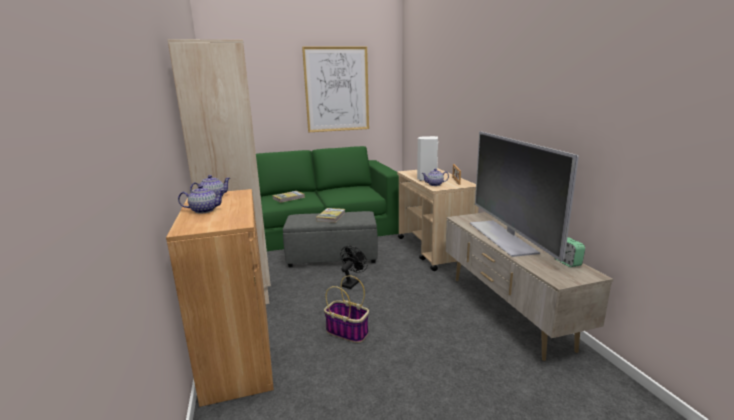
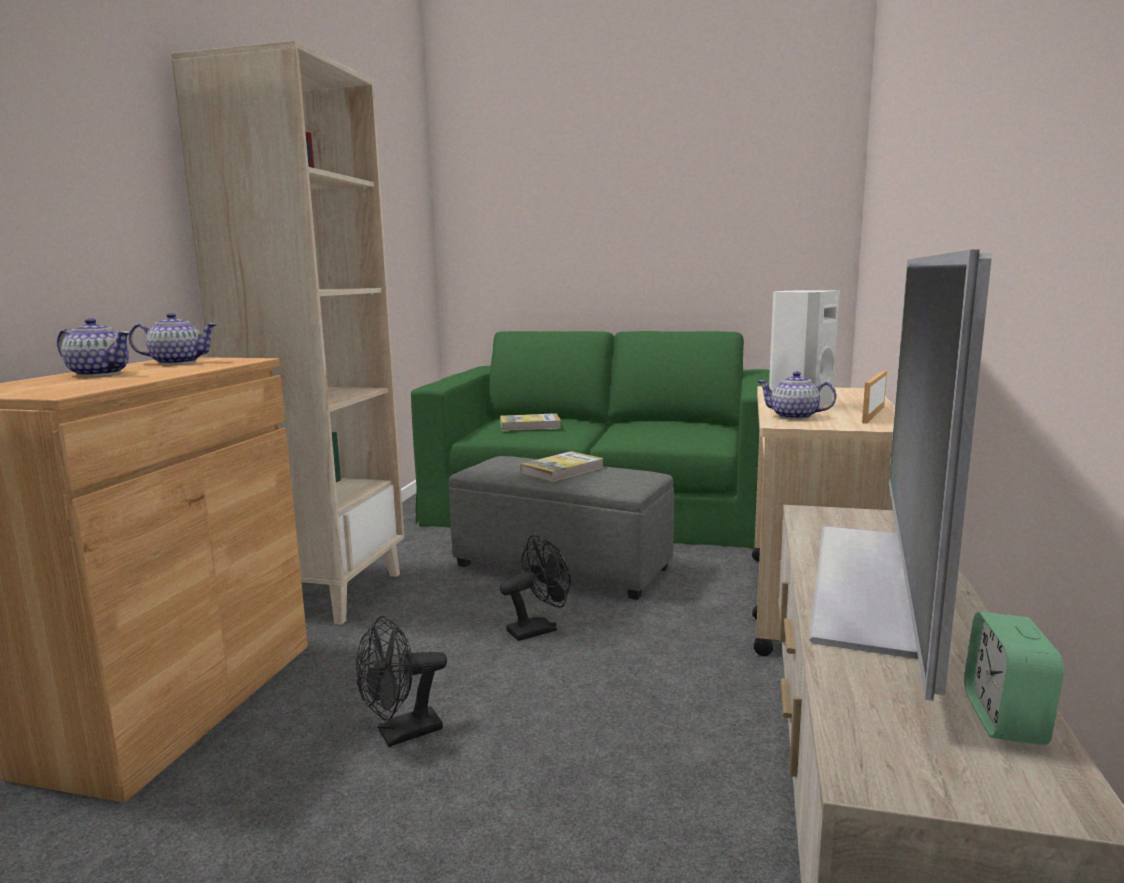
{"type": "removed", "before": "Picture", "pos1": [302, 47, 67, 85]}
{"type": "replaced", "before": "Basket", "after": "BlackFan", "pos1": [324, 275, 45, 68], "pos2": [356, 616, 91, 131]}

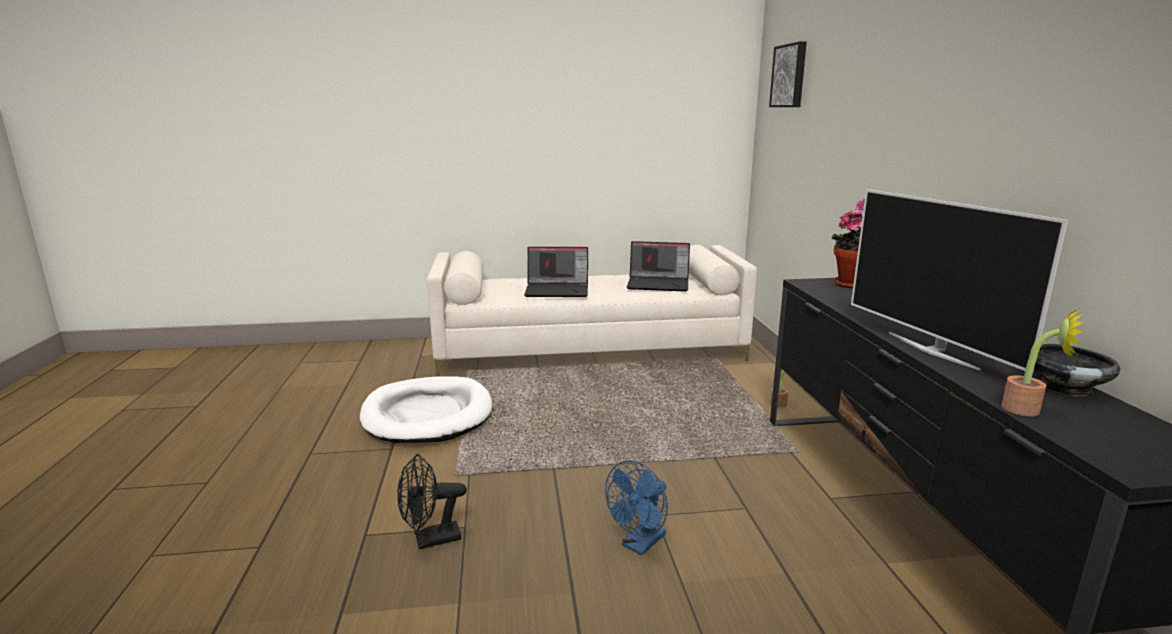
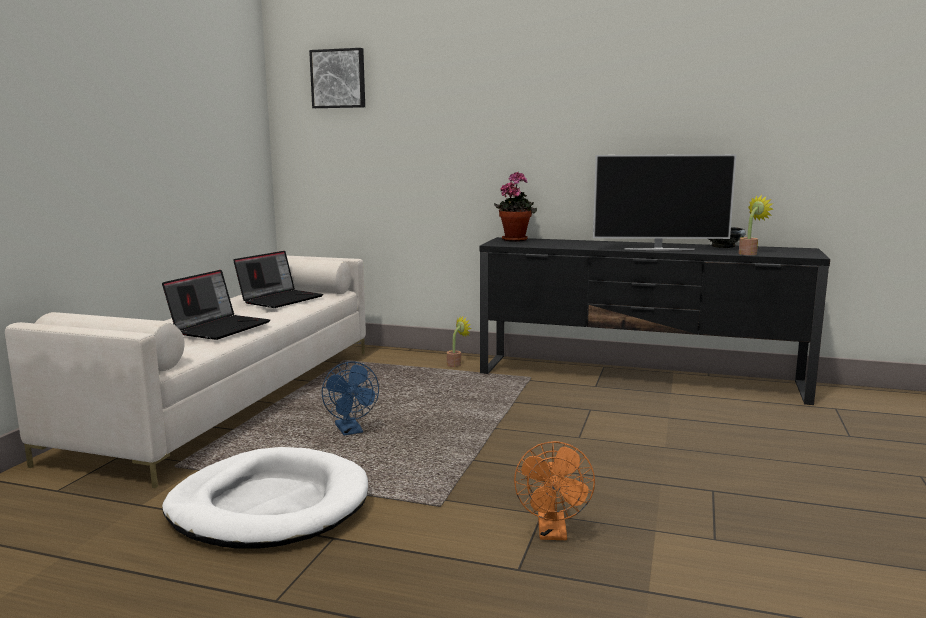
{"type": "moved", "before": "BlueFan", "pos1": [605, 460, 63, 95], "pos2": [322, 362, 57, 74]}
{"type": "recoloured", "before": "BlackFan", "after": "OrangeFan", "pos1": [397, 454, 70, 95], "pos2": [514, 441, 81, 99]}

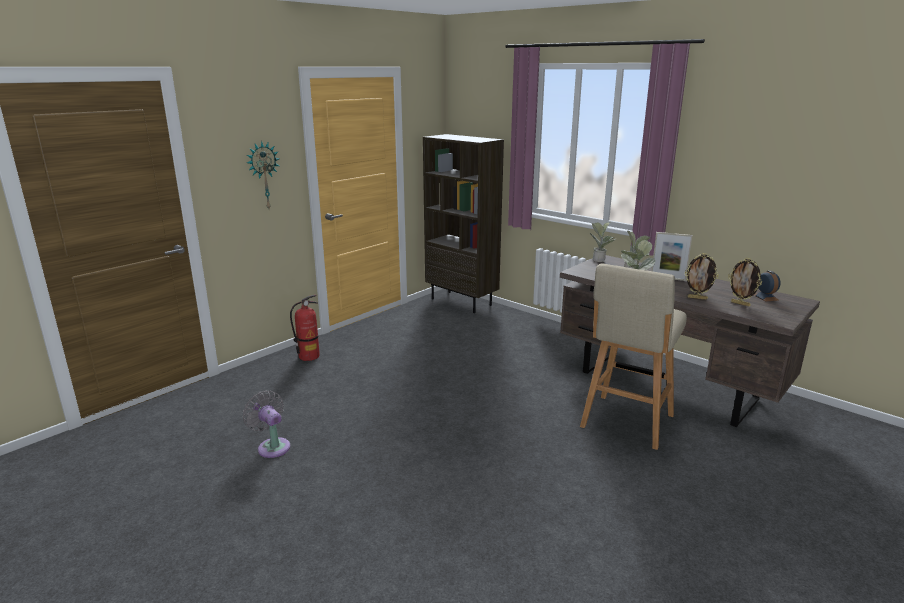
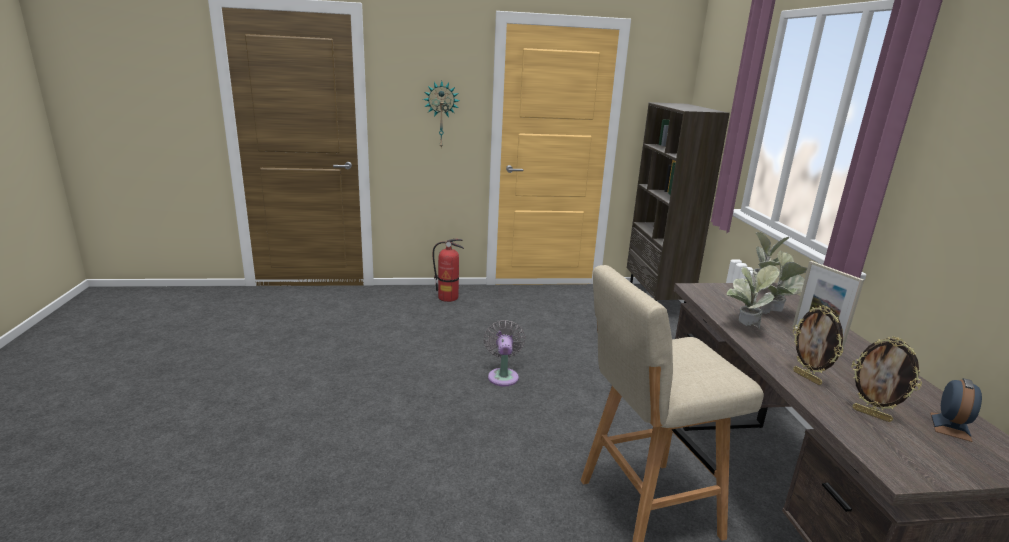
{"type": "moved", "before": "GreyFan", "pos1": [243, 390, 48, 68], "pos2": [484, 320, 42, 66]}
{"type": "turned", "before": "PictureFrame", "pos1": [728, 258, 34, 49], "pos2": [851, 337, 71, 85], "turn": -45}

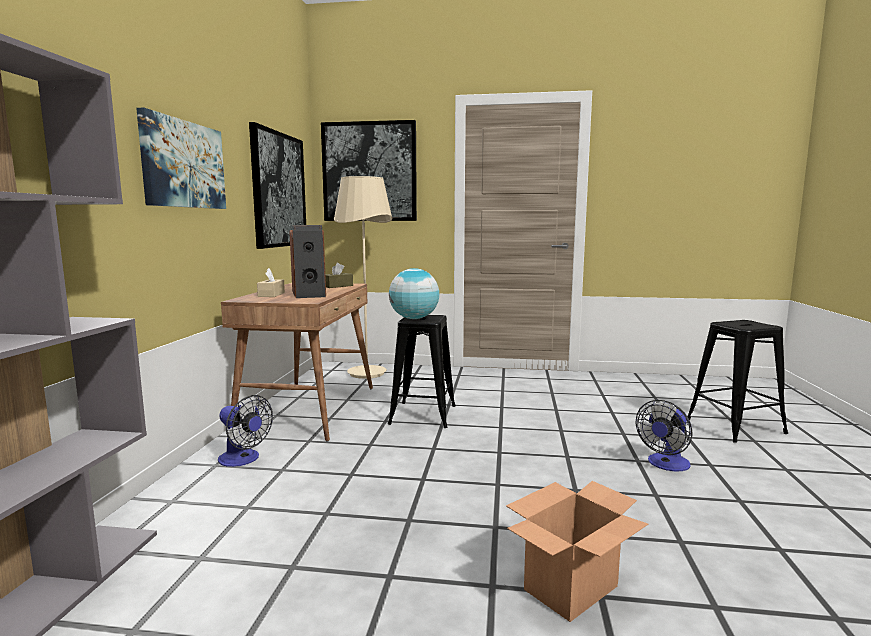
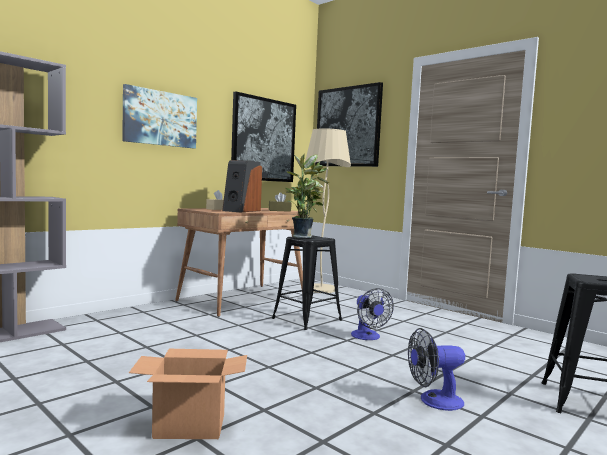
{"type": "moved", "before": "Fan", "pos1": [218, 395, 55, 72], "pos2": [351, 288, 43, 52]}
{"type": "replaced", "before": "Globe", "after": "PottedPlant", "pos1": [389, 268, 50, 51], "pos2": [285, 154, 45, 84]}

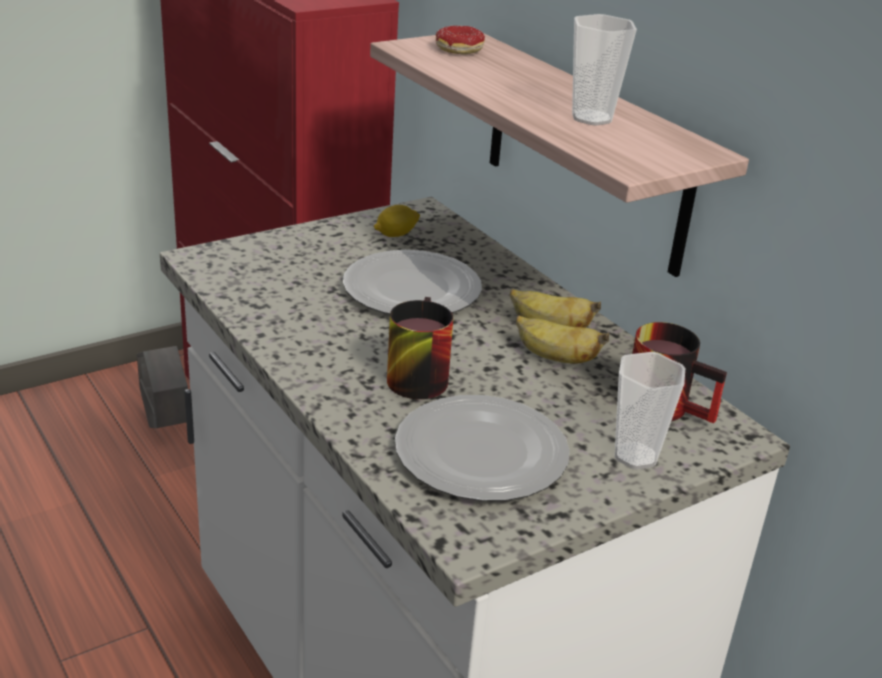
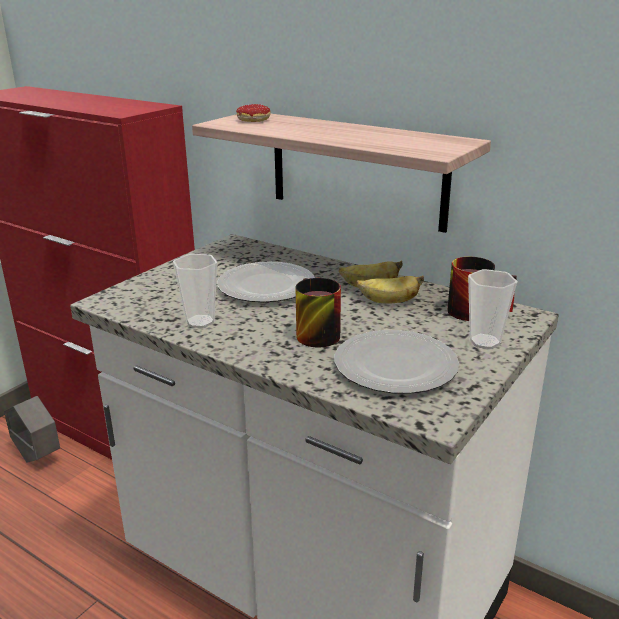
{"type": "removed", "before": "Lemon", "pos1": [374, 205, 46, 32]}
{"type": "moved", "before": "Cup", "pos1": [572, 14, 65, 111], "pos2": [173, 254, 44, 74]}

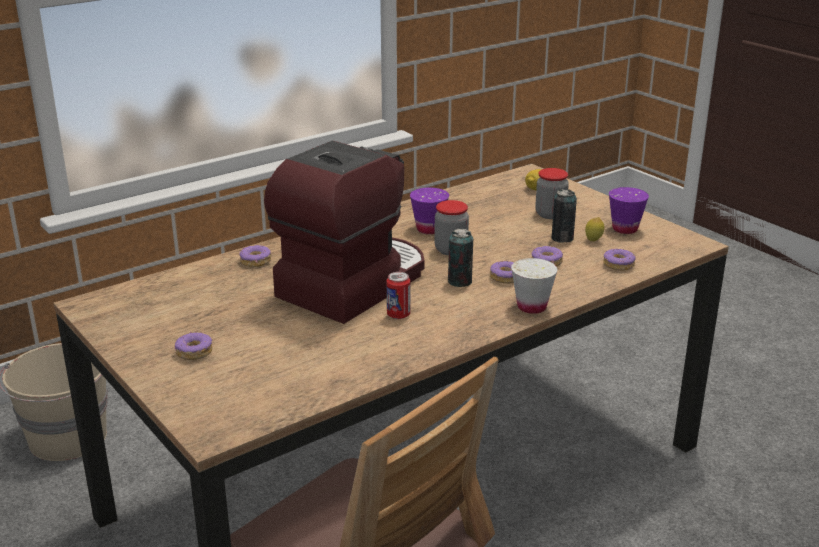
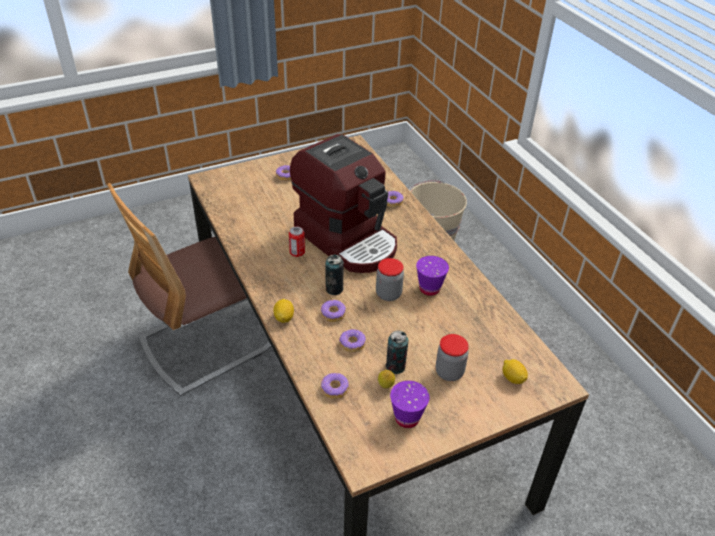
{"type": "replaced", "before": "WhiteCup", "after": "Lemon", "pos1": [511, 258, 47, 56], "pos2": [273, 299, 21, 24]}

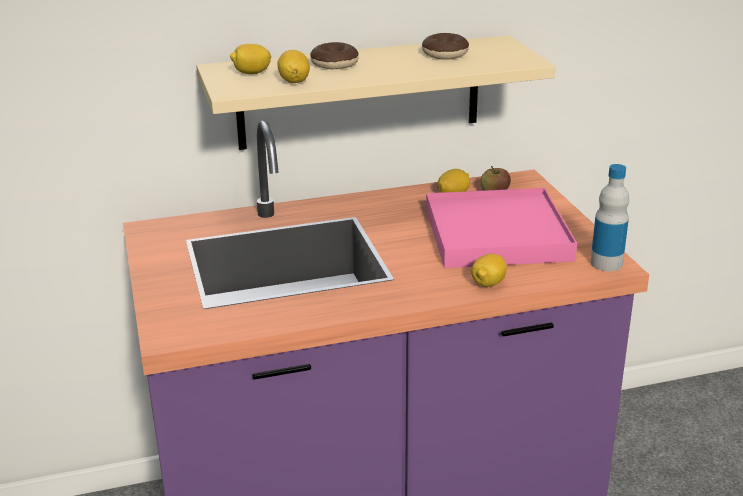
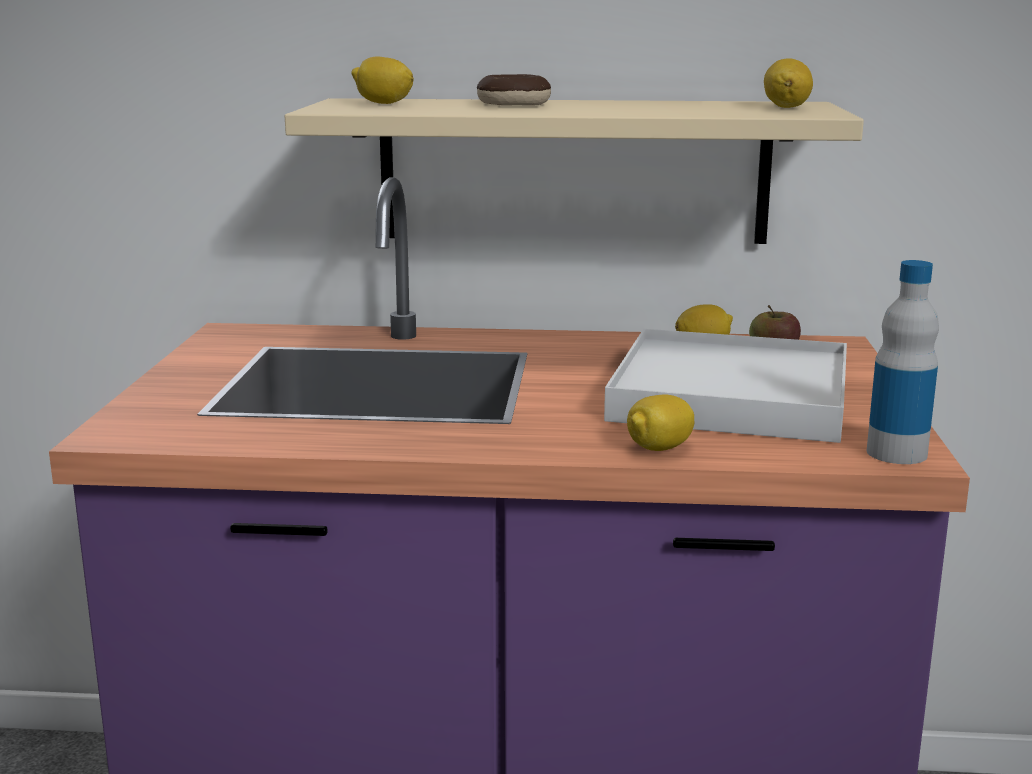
{"type": "removed", "before": "Donut", "pos1": [422, 33, 47, 27]}
{"type": "moved", "before": "Lemon", "pos1": [278, 50, 32, 33], "pos2": [764, 58, 49, 50]}
{"type": "recoloured", "before": "PinkTray", "after": "WhiteTray", "pos1": [426, 188, 151, 80], "pos2": [604, 329, 243, 114]}

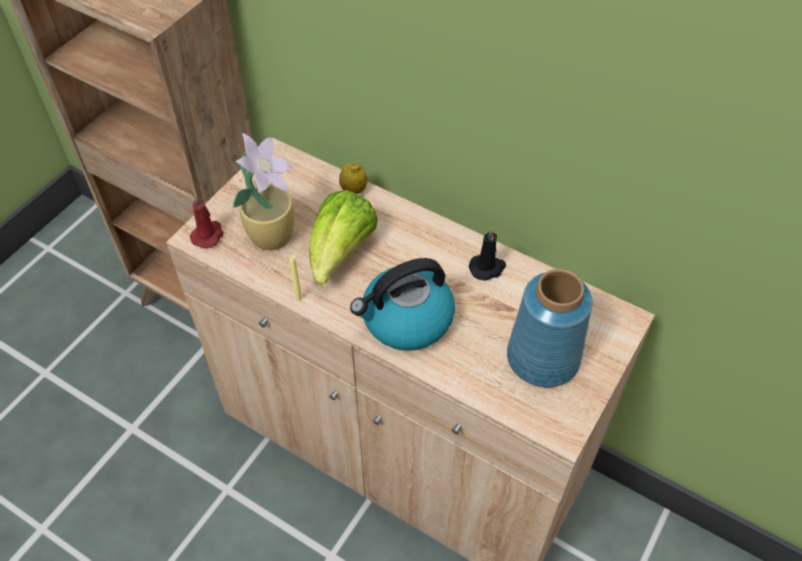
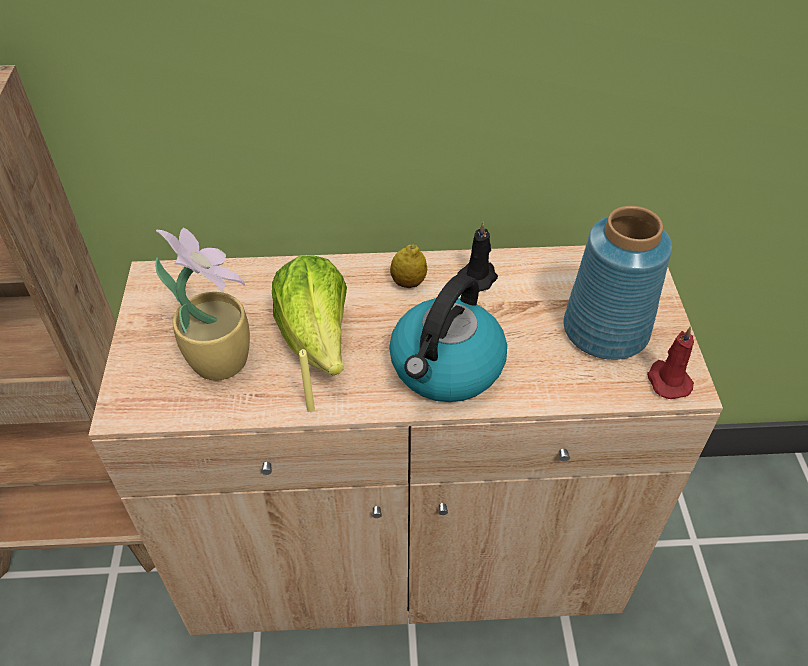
{"type": "moved", "before": "RedCandle", "pos1": [190, 195, 34, 54], "pos2": [647, 326, 47, 73]}
{"type": "moved", "before": "Lemon", "pos1": [339, 162, 28, 32], "pos2": [390, 244, 37, 44]}

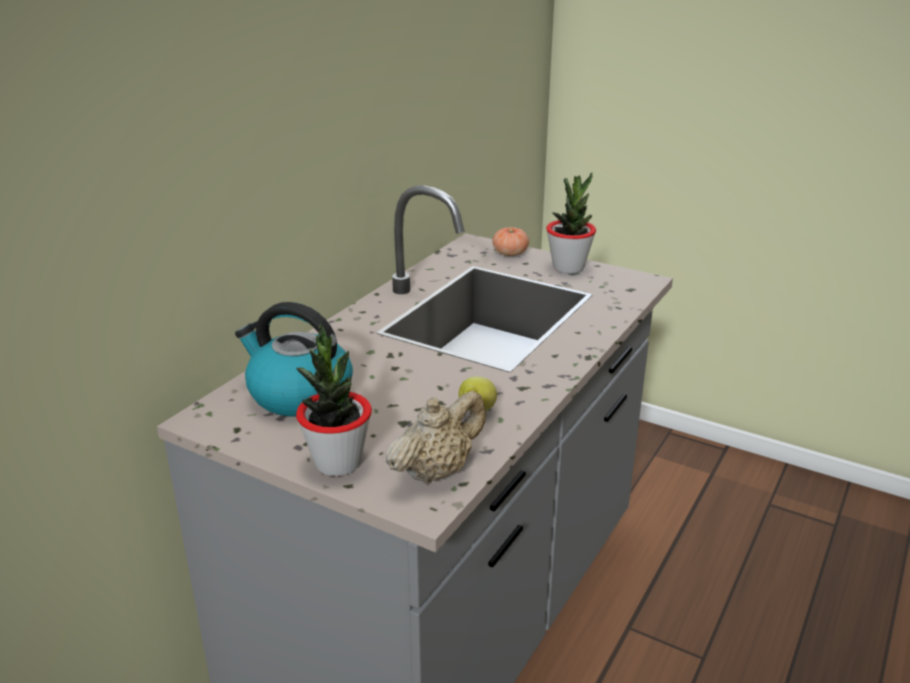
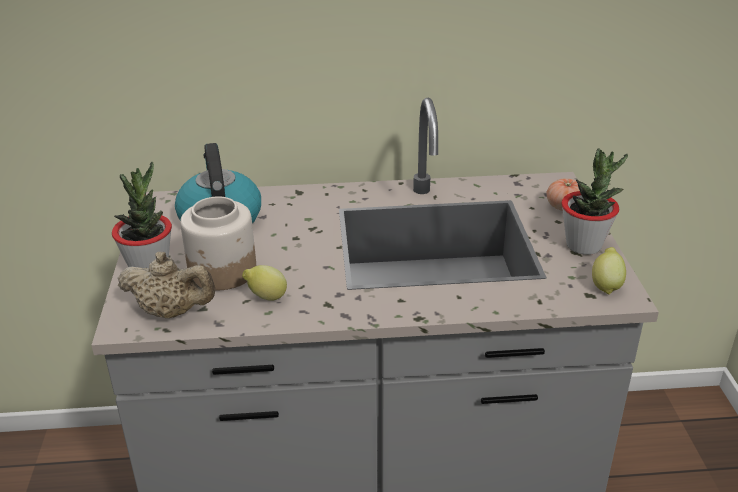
{"type": "added", "after": "Jar", "pos2": [180, 196, 76, 94]}
{"type": "added", "after": "Lemon", "pos2": [592, 247, 34, 48]}

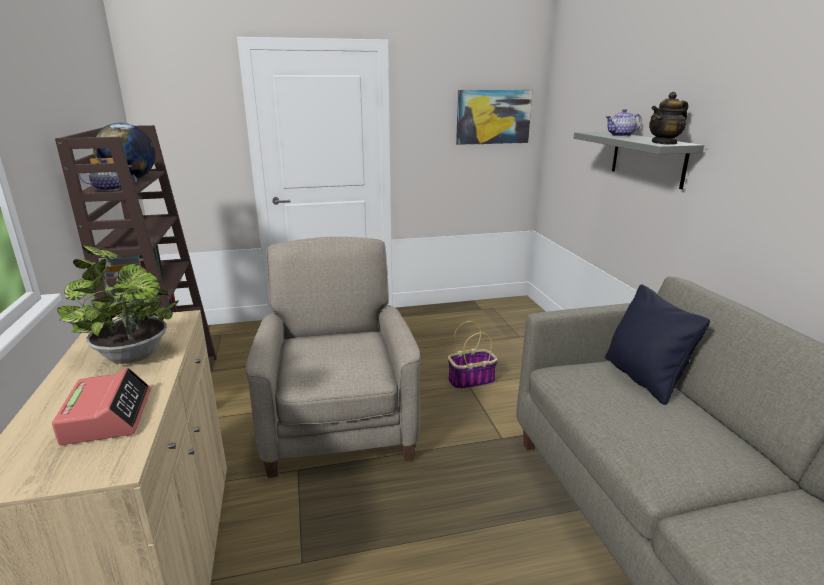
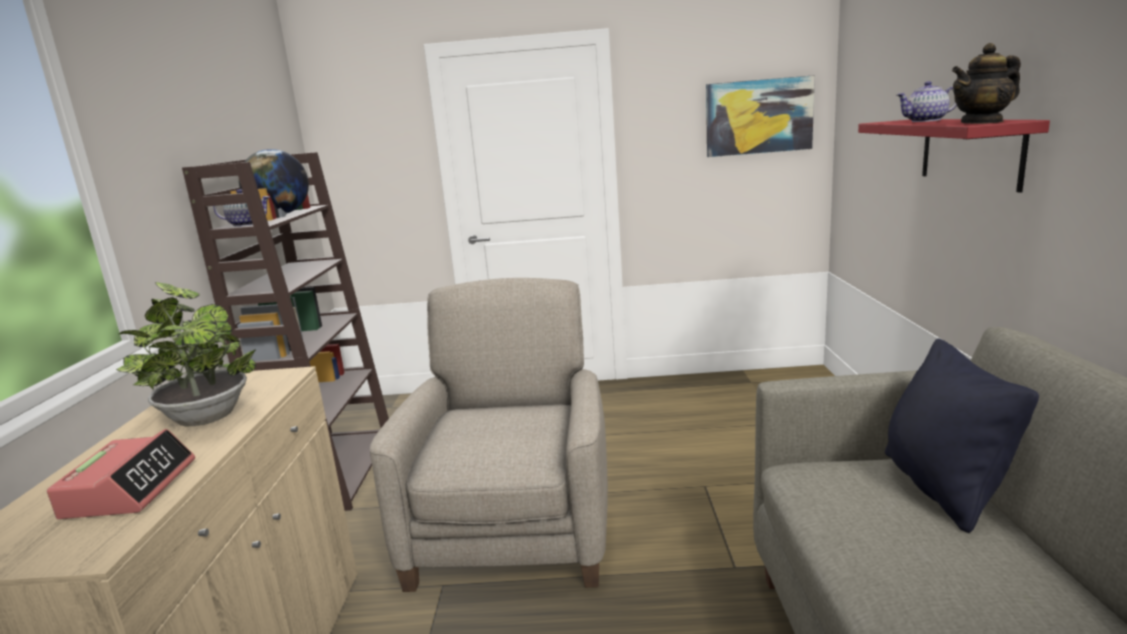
{"type": "removed", "before": "Basket", "pos1": [448, 321, 50, 69]}
{"type": "recoloured", "before": "GreyShelf", "after": "RedShelf", "pos1": [574, 132, 130, 57], "pos2": [858, 119, 192, 74]}

